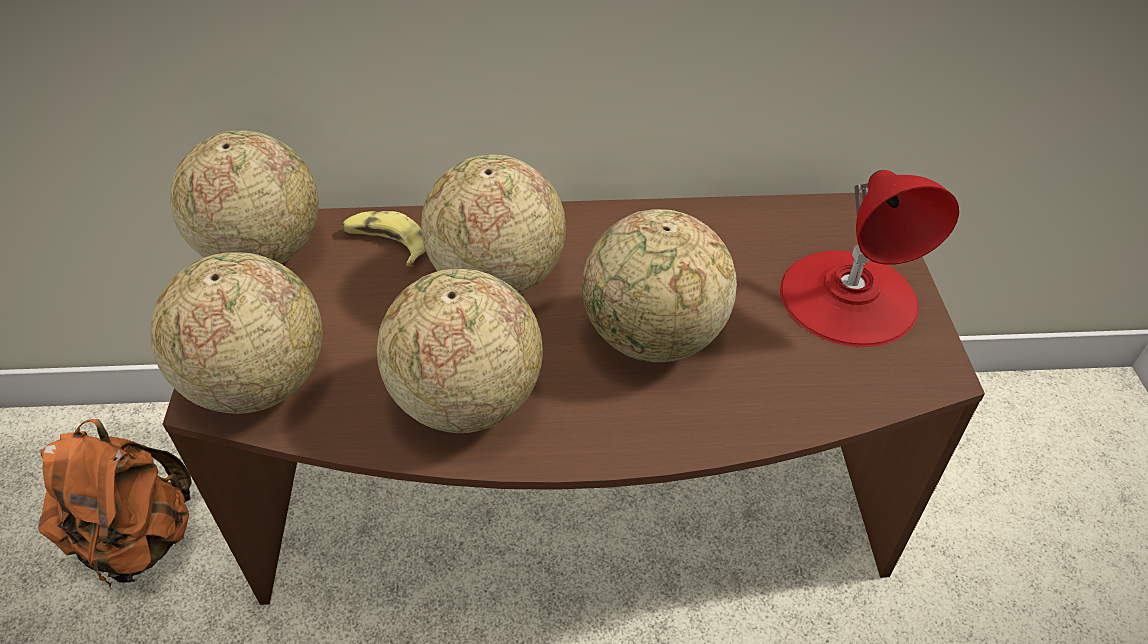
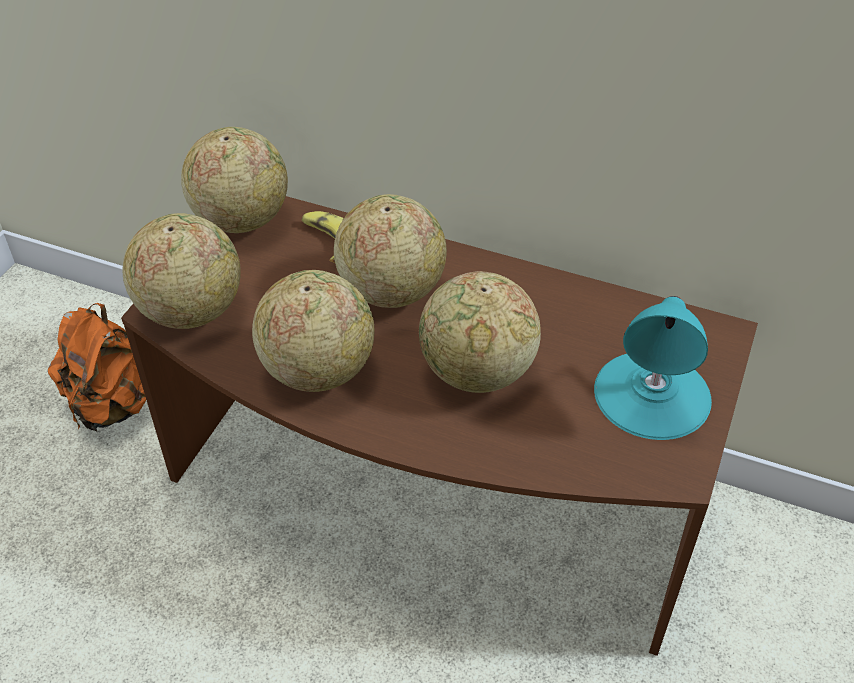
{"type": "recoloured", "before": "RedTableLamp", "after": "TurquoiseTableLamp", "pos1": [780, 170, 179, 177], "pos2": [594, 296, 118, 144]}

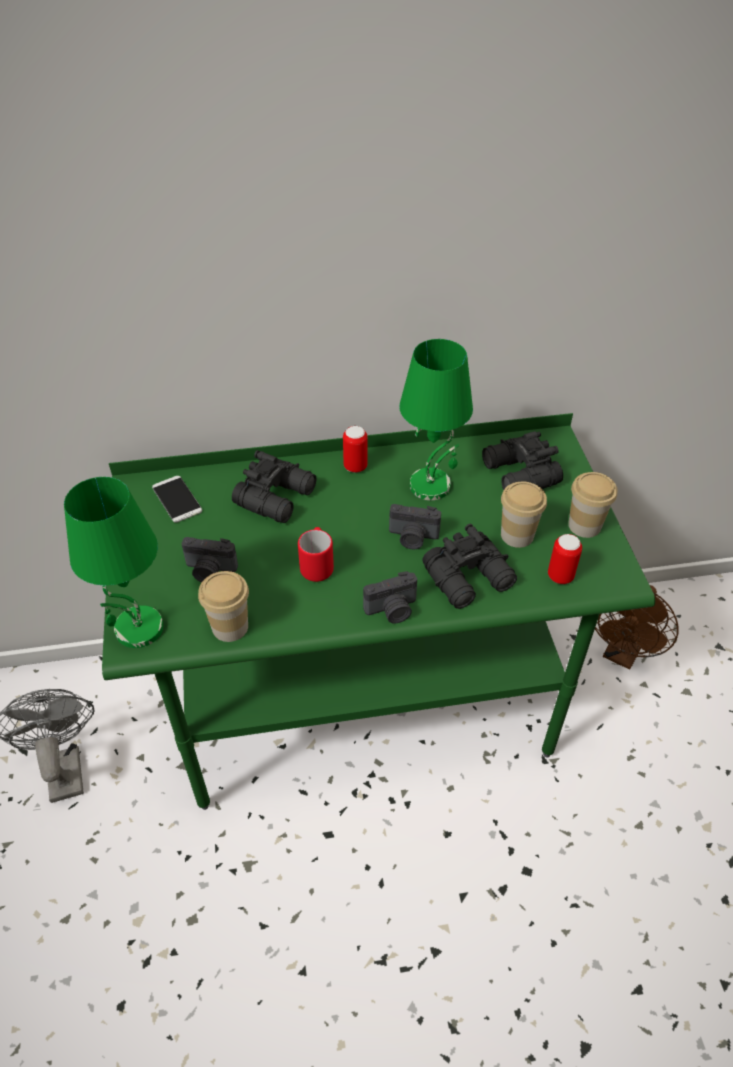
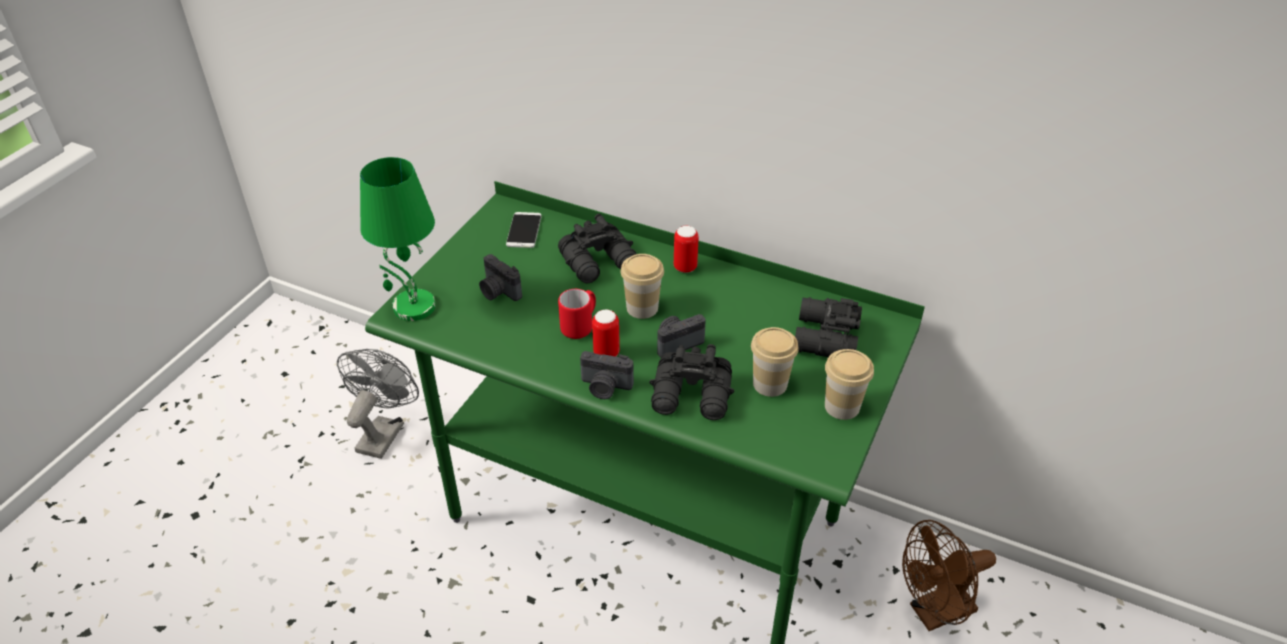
{"type": "removed", "before": "GreenTableLamp", "pos1": [399, 339, 74, 161]}
{"type": "moved", "before": "Cup", "pos1": [198, 571, 51, 71], "pos2": [620, 254, 44, 65]}
{"type": "moved", "before": "Can", "pos1": [548, 534, 34, 50], "pos2": [592, 309, 28, 48]}
{"type": "turned", "before": "PhotoCamera", "pos1": [389, 504, 52, 45], "pos2": [657, 314, 49, 44], "turn": 105}

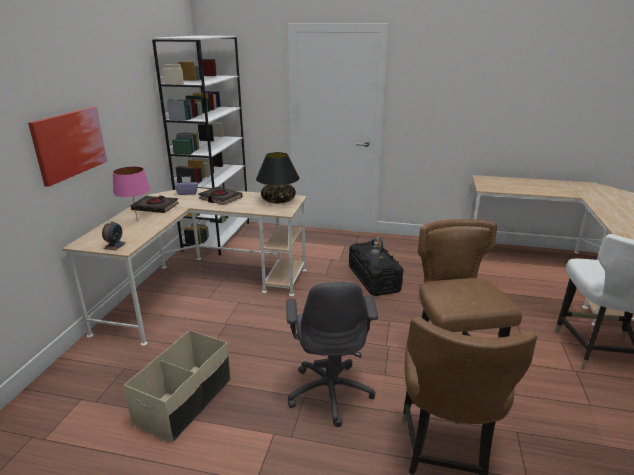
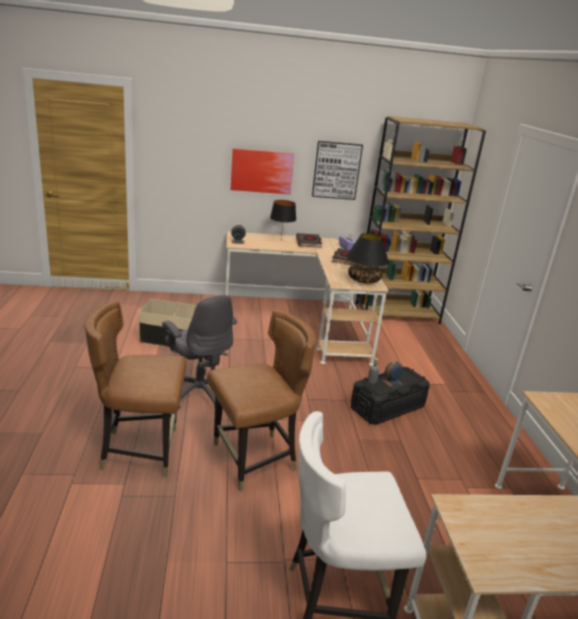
{"type": "added", "after": "Picture", "pos2": [312, 141, 51, 59]}
{"type": "recoloured", "before": "PinkTableLamp", "after": "BlackTableLamp", "pos1": [113, 166, 38, 55], "pos2": [270, 200, 26, 39]}
{"type": "recoloured", "before": "WhiteBookcase", "after": "BrownBookcase", "pos1": [152, 36, 97, 219], "pos2": [356, 116, 130, 208]}
{"type": "turned", "before": "GreyOfficeChair", "pos1": [286, 281, 92, 146], "pos2": [162, 295, 75, 114], "turn": -105}

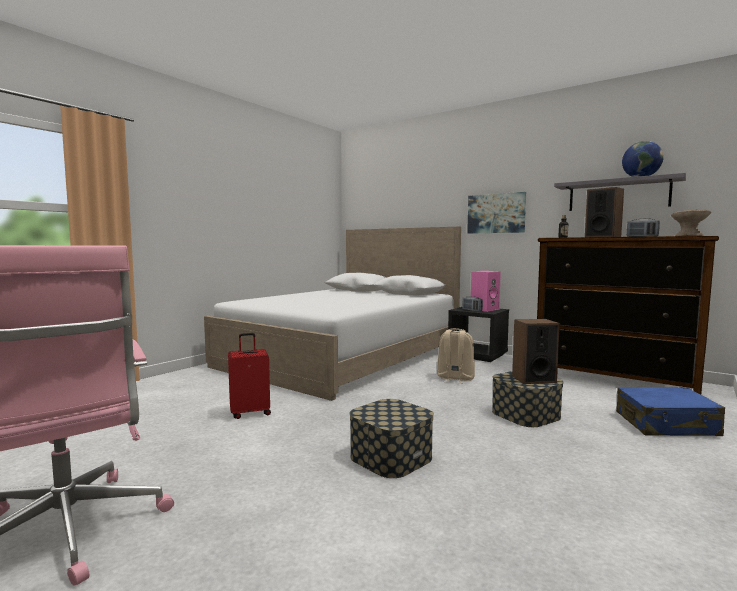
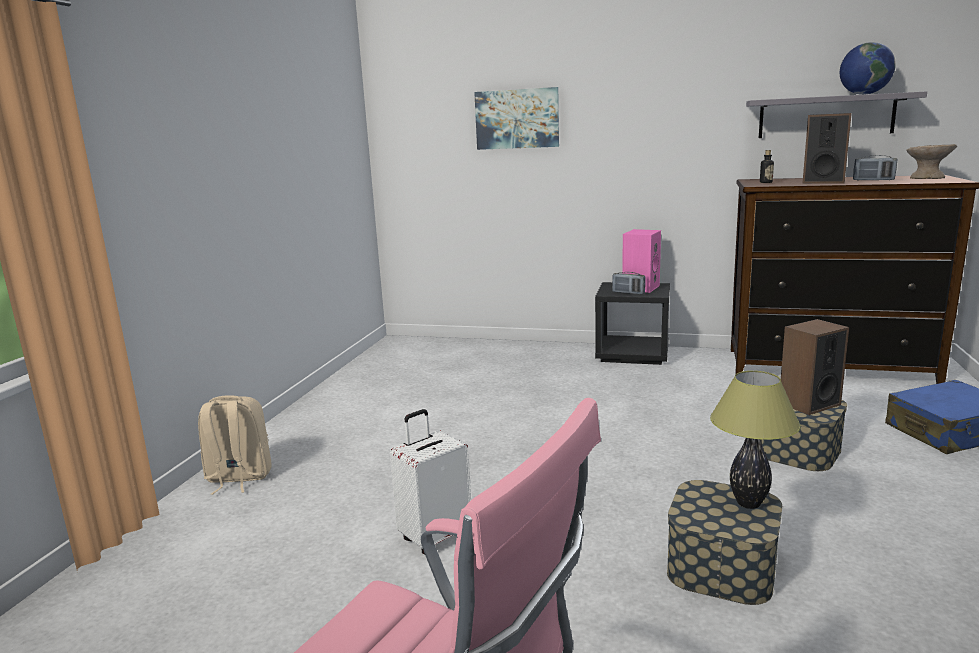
{"type": "removed", "before": "WhiteBed", "pos1": [204, 227, 257, 174]}
{"type": "added", "after": "TableLamp", "pos2": [710, 371, 91, 138]}
{"type": "moved", "before": "BeigeBackpack", "pos1": [437, 328, 38, 56], "pos2": [198, 395, 74, 100]}
{"type": "moved", "before": "Picture", "pos1": [467, 192, 59, 42], "pos2": [474, 87, 85, 63]}
{"type": "recoloured", "before": "RedSuitcase", "after": "WhiteSuitcase", "pos1": [228, 333, 43, 86], "pos2": [390, 409, 81, 145]}

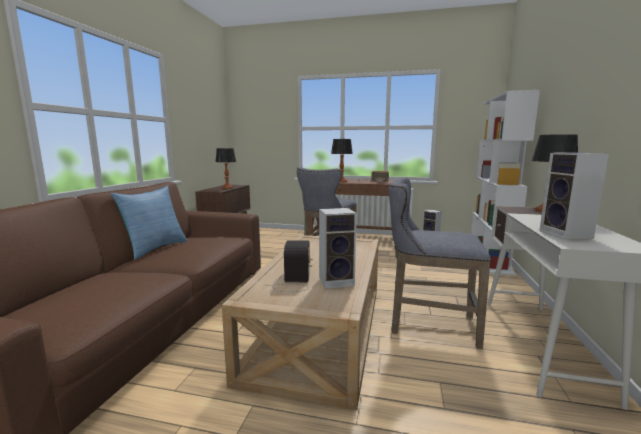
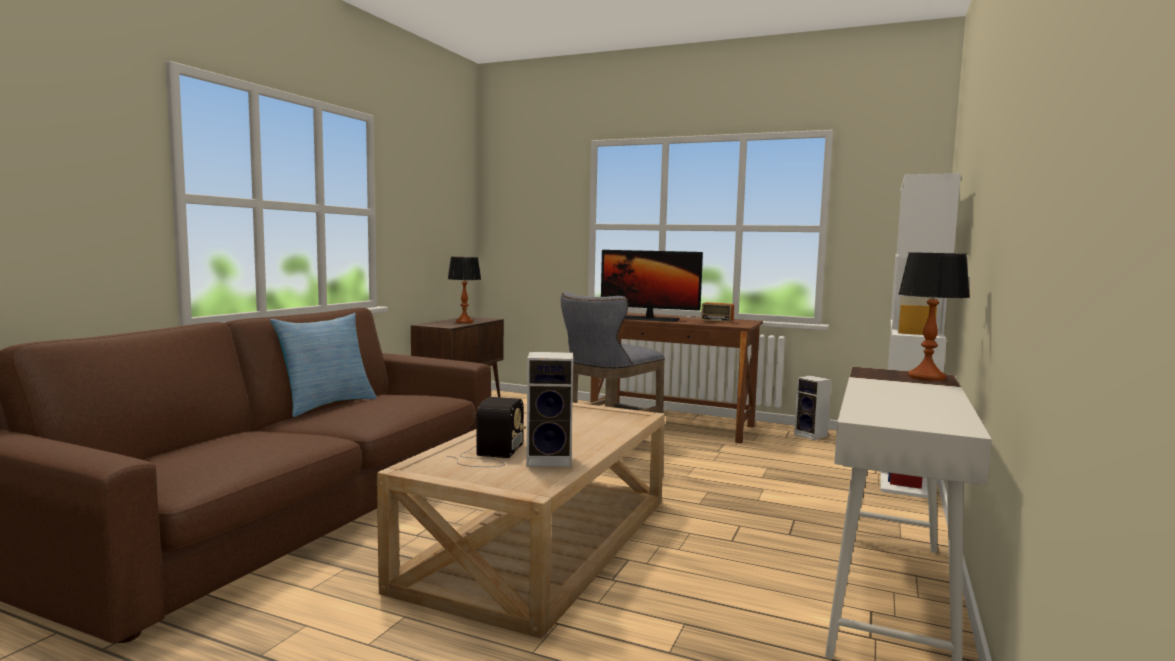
{"type": "removed", "before": "GreyStool", "pos1": [389, 177, 102, 172]}
{"type": "removed", "before": "Speaker", "pos1": [539, 153, 70, 87]}
{"type": "replaced", "before": "TableLamp", "after": "Monitor", "pos1": [331, 139, 22, 44], "pos2": [601, 250, 102, 72]}

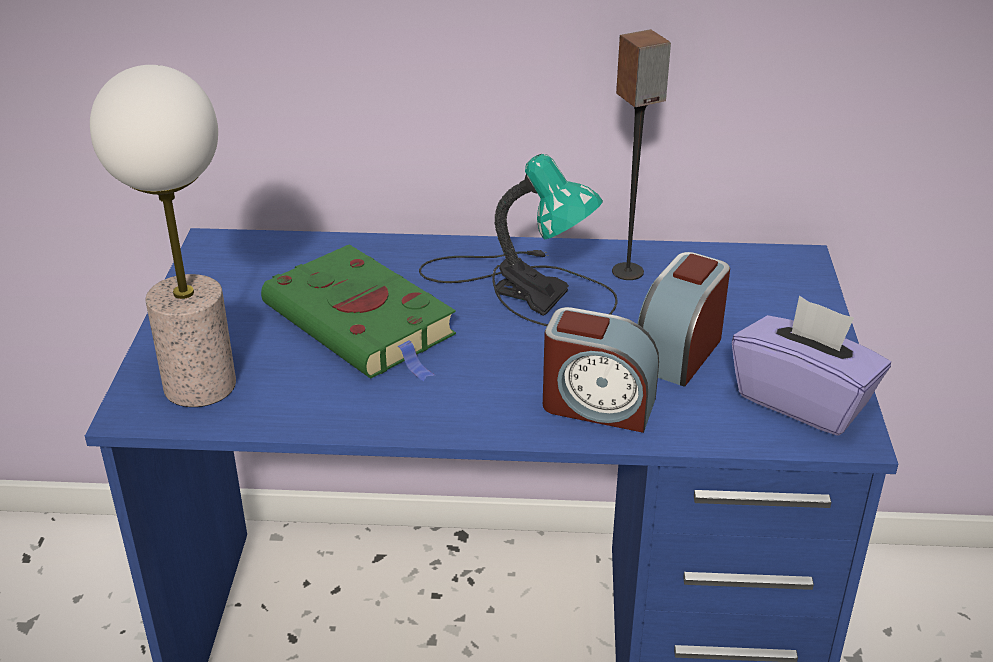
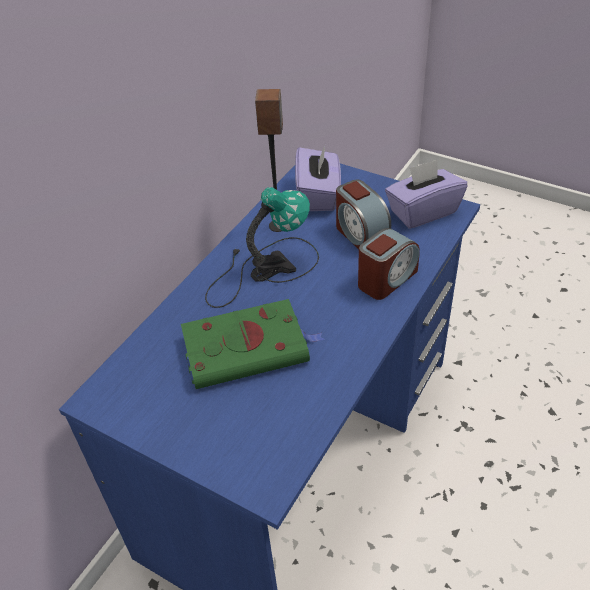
{"type": "removed", "before": "TableLamp", "pos1": [90, 65, 146, 342]}
{"type": "added", "after": "PurpleTissueBox", "pos2": [295, 143, 46, 68]}

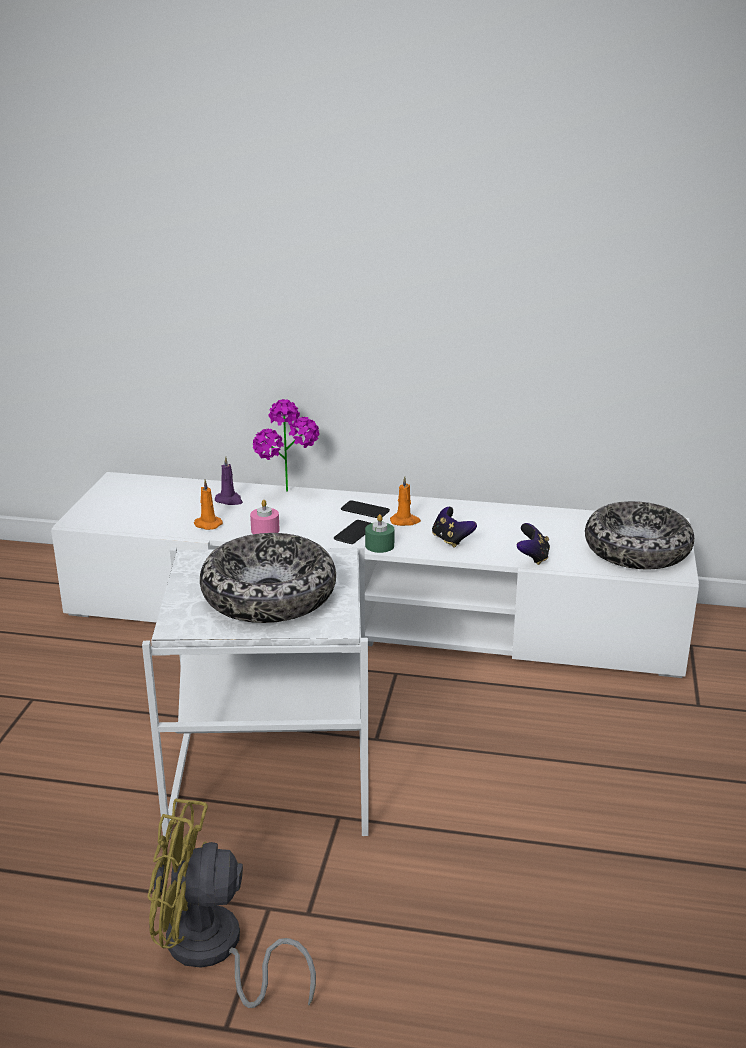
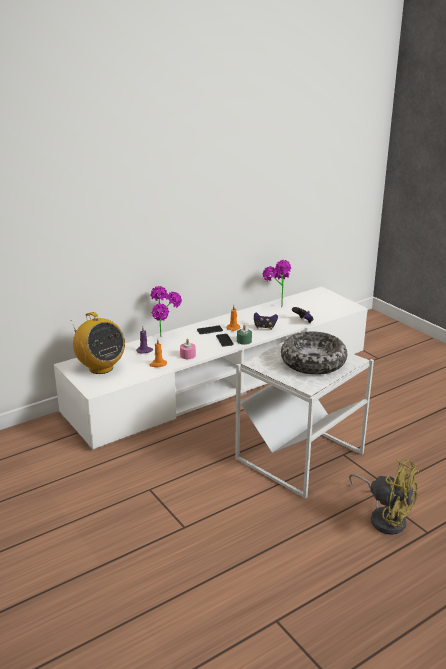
{"type": "removed", "before": "Bowl", "pos1": [585, 501, 109, 68]}
{"type": "added", "after": "Radio", "pos2": [71, 312, 54, 62]}
{"type": "added", "after": "PottedPlant", "pos2": [263, 260, 28, 47]}
{"type": "turned", "before": "YellowFan", "pos1": [147, 799, 169, 209], "pos2": [349, 459, 70, 76], "turn": -105}

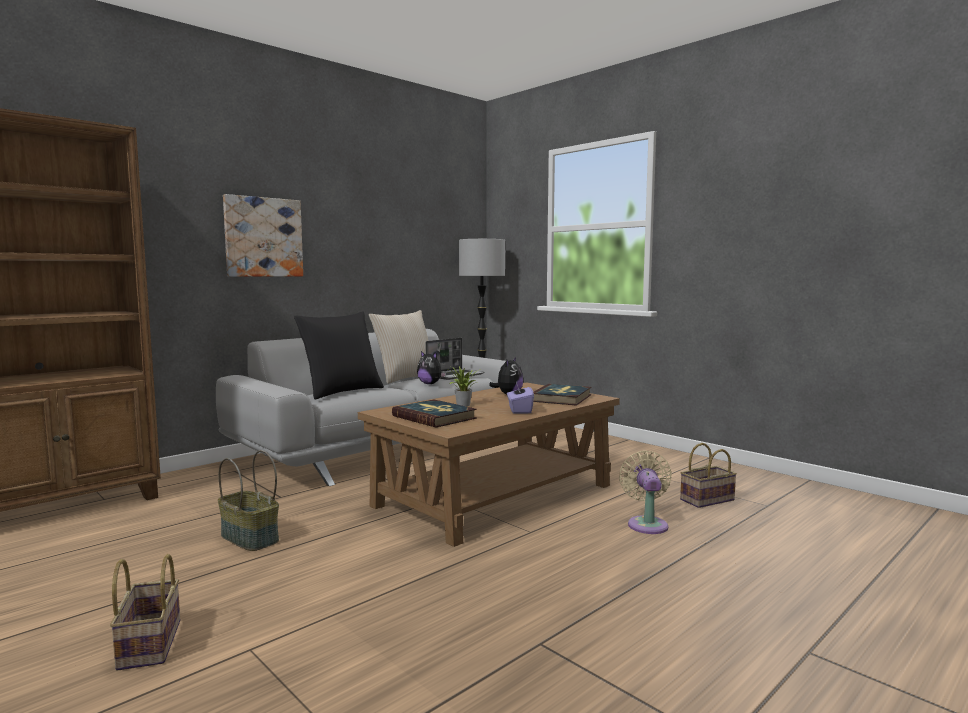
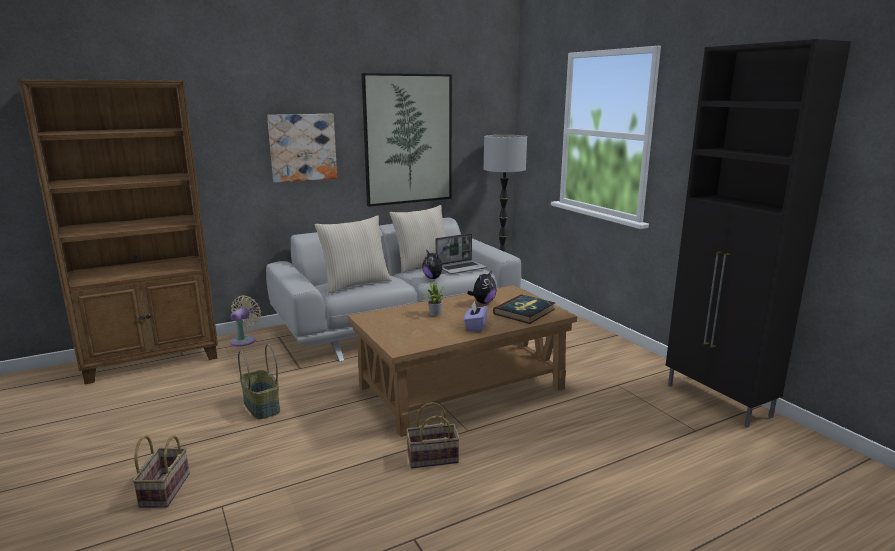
{"type": "removed", "before": "Book", "pos1": [392, 399, 85, 29]}
{"type": "added", "after": "Picture", "pos2": [361, 73, 91, 134]}
{"type": "added", "after": "BlackCabinet", "pos2": [666, 39, 185, 389]}
{"type": "moved", "before": "BeigeFan", "pos1": [619, 450, 53, 84], "pos2": [230, 296, 31, 51]}
{"type": "moved", "before": "Basket", "pos1": [680, 443, 57, 65], "pos2": [406, 402, 54, 66]}
{"type": "recoloured", "before": "BlackPillow", "after": "BeigePillow", "pos1": [294, 311, 90, 88], "pos2": [315, 215, 77, 78]}

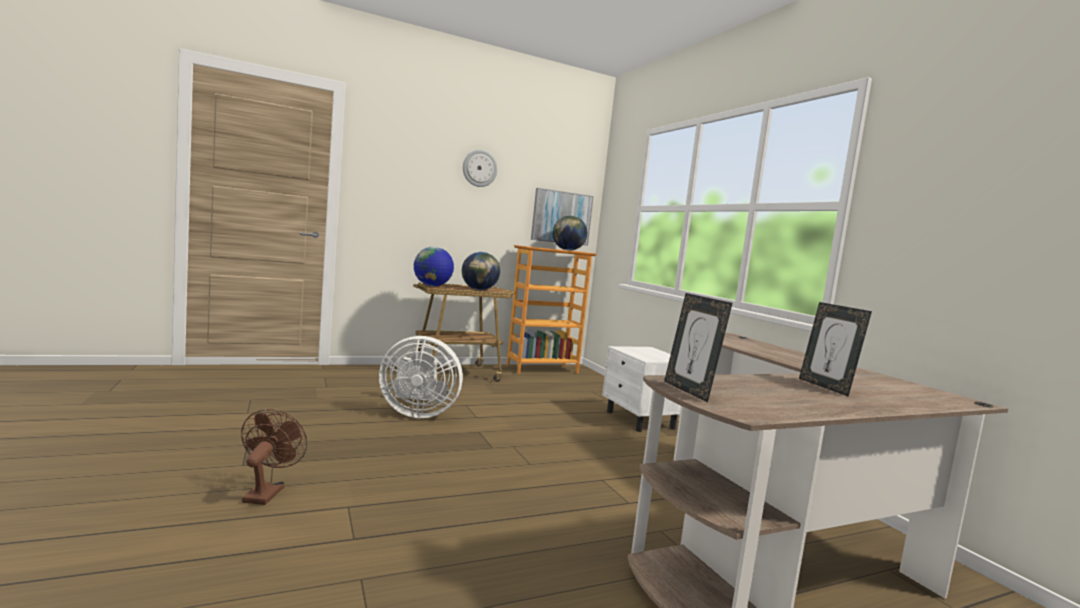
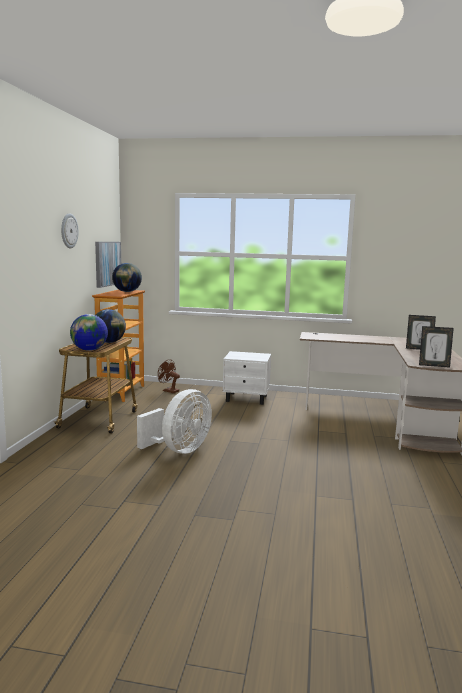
{"type": "moved", "before": "BrownFan", "pos1": [241, 409, 66, 96], "pos2": [158, 359, 22, 34]}

